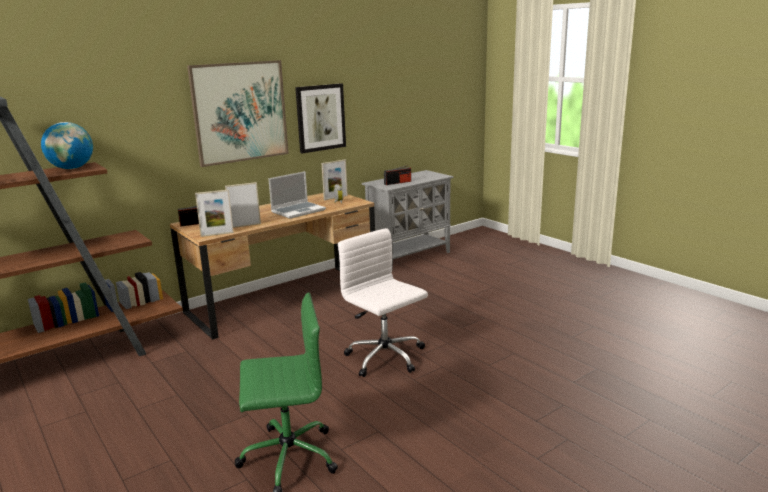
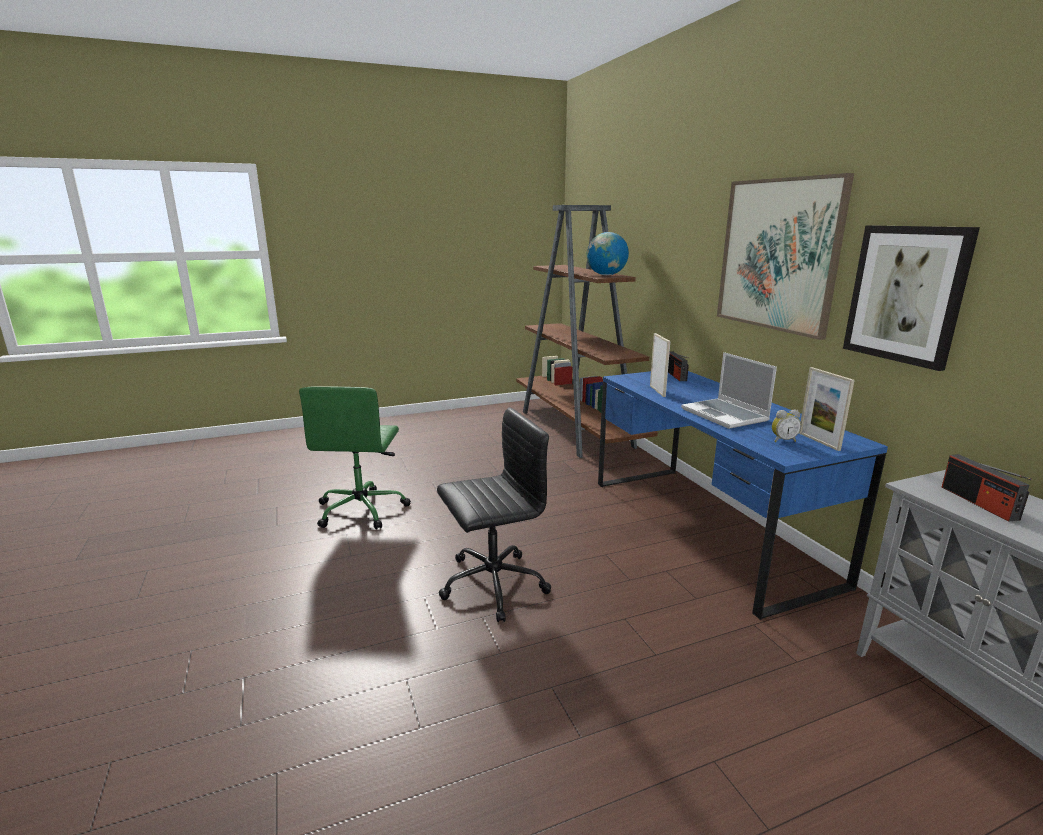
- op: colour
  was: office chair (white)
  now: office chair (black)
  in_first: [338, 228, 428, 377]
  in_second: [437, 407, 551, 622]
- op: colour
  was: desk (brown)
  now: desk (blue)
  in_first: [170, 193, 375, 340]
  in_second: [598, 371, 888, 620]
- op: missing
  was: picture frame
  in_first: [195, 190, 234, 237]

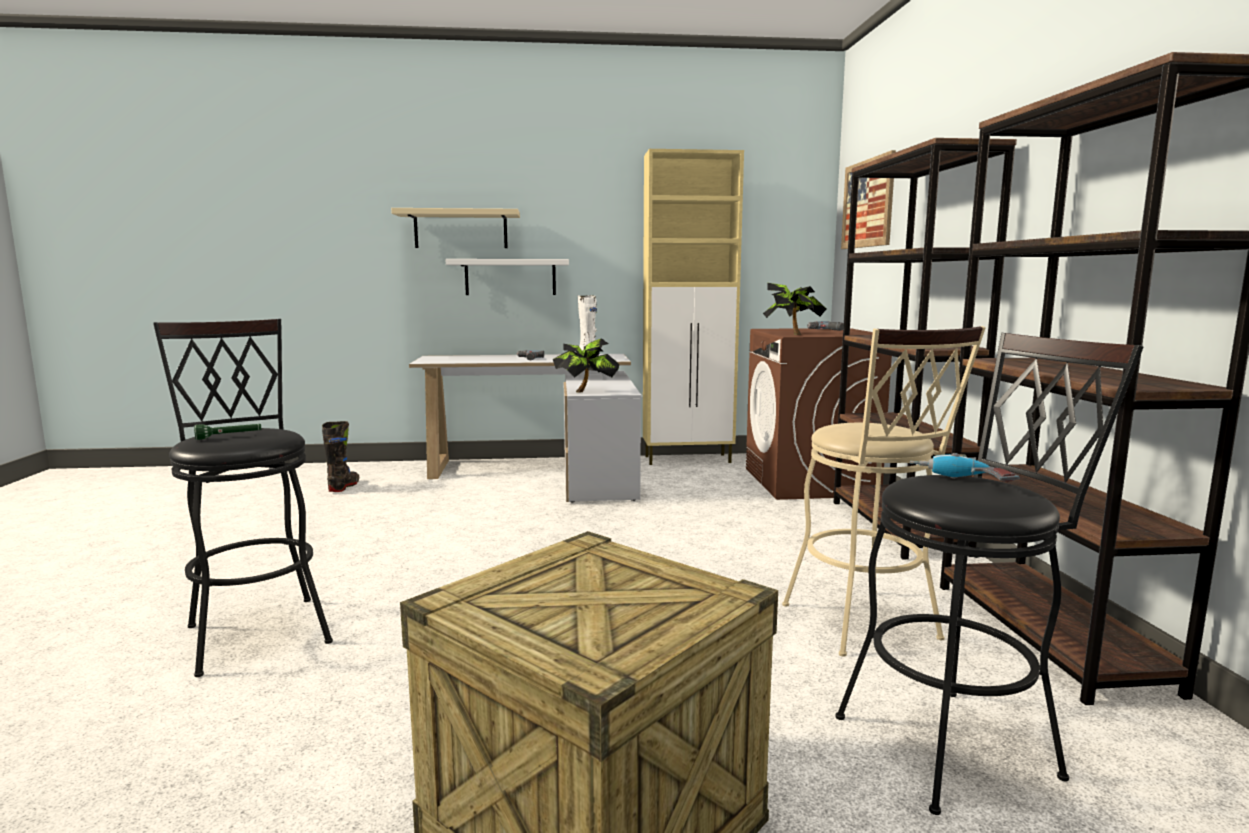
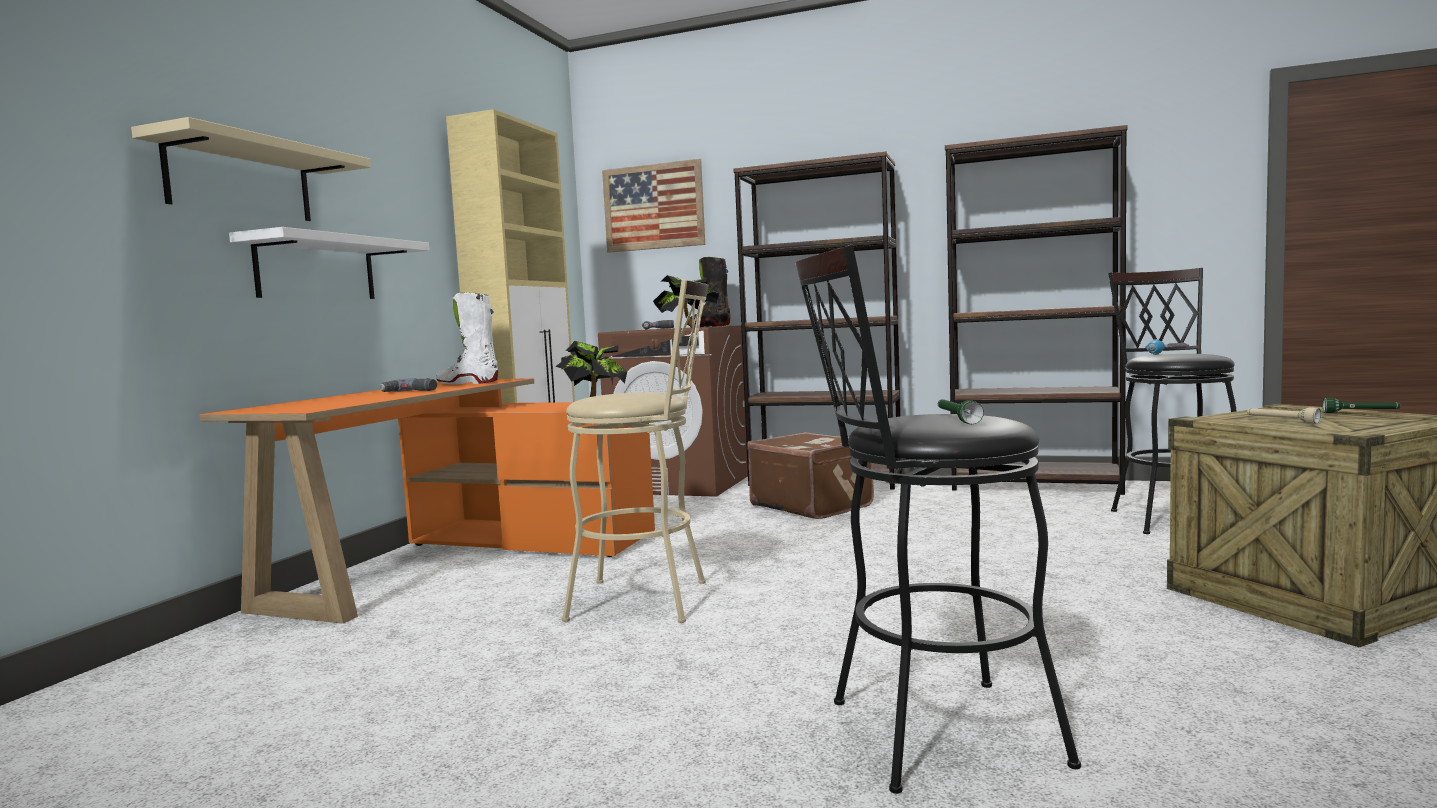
- op: colour
  was: desk (white)
  now: desk (orange)
  in_first: [409, 354, 642, 502]
  in_second: [199, 378, 655, 624]
- op: relocated
  was: stool (beige)
  in_first: [782, 326, 986, 657]
  in_second: [562, 279, 708, 623]
- op: relocated
  was: boot (black)
  in_first: [322, 421, 359, 492]
  in_second: [687, 257, 730, 327]
- op: appeared
  now: suitcase (brown)
  in_second: [747, 432, 874, 519]
- op: appeared
  now: flashlight (beige)
  in_second: [1247, 407, 1322, 424]
- op: appeared
  now: flashlight (green)
  in_second: [1322, 398, 1400, 413]

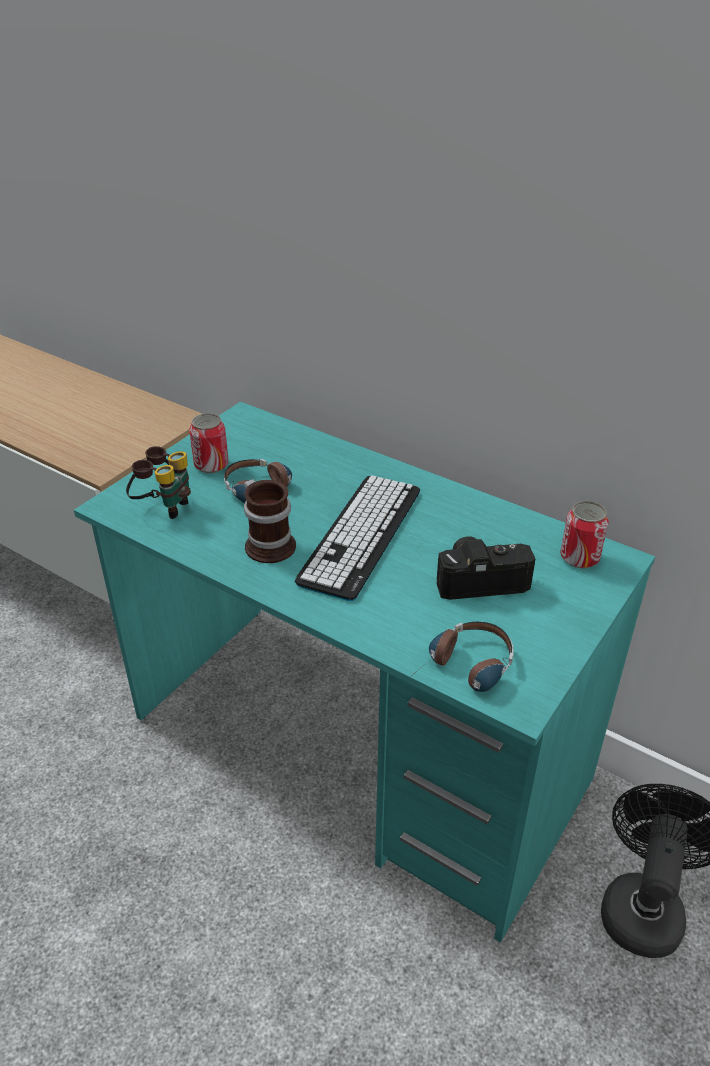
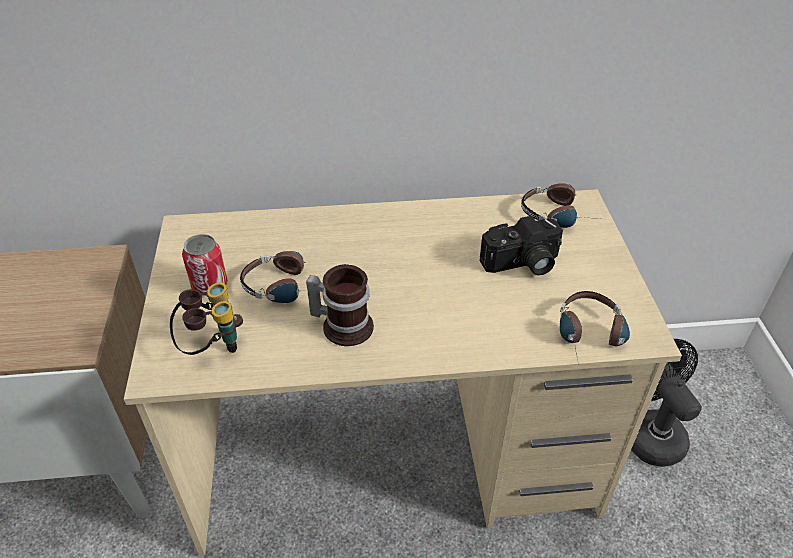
- op: colour
  was: desk (turquoise)
  now: desk (beige)
  in_first: [74, 402, 655, 943]
  in_second: [124, 189, 682, 556]
- op: spun
  was: photo camera
  in_first: [437, 536, 535, 600]
  in_second: [480, 216, 563, 276]
  clockwise: -150
- op: exchanged
  was: can
  now: headphones
  in_first: [560, 501, 609, 568]
  in_second: [521, 184, 604, 228]
- op: missing
  was: keyboard
  in_first: [295, 475, 420, 601]

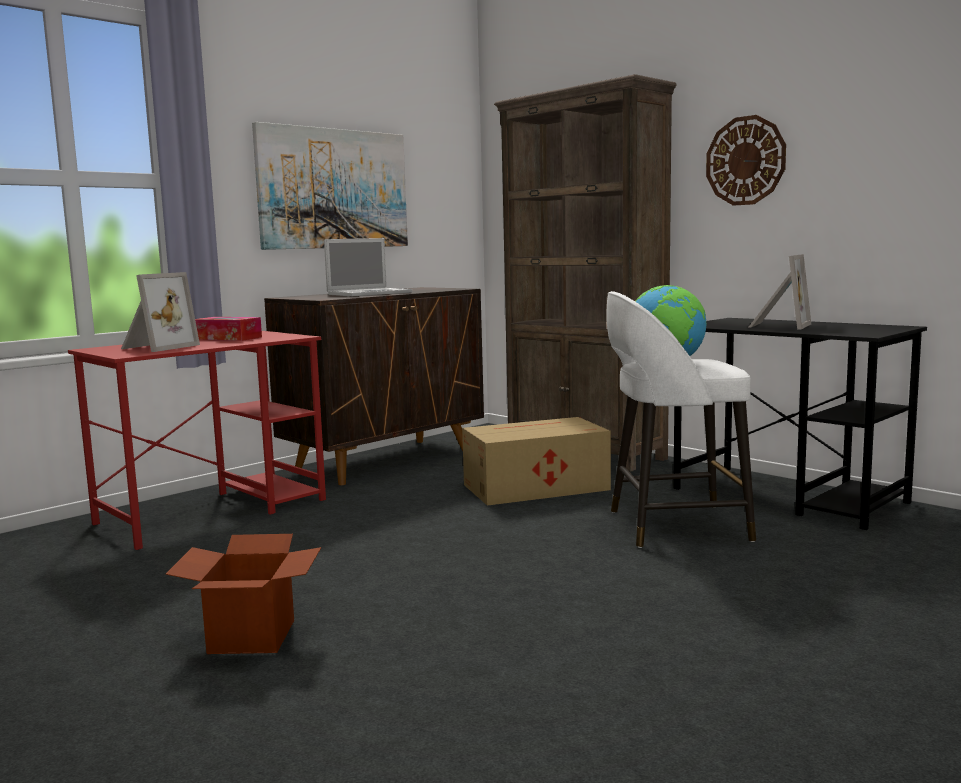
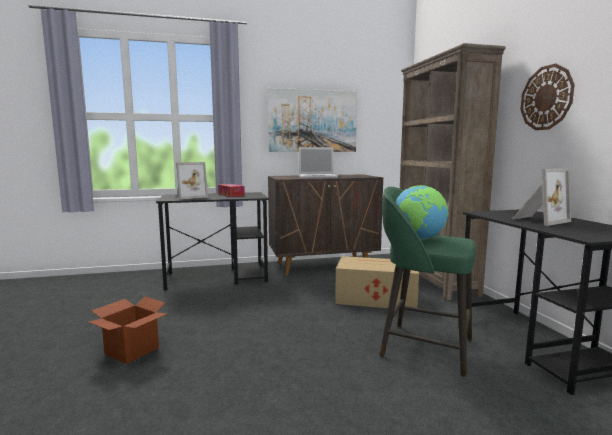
- op: colour
  was: desk (red)
  now: desk (black)
  in_first: [68, 331, 326, 550]
  in_second: [156, 192, 268, 290]
- op: colour
  was: stool (white)
  now: stool (green)
  in_first: [606, 291, 756, 548]
  in_second: [379, 187, 476, 377]

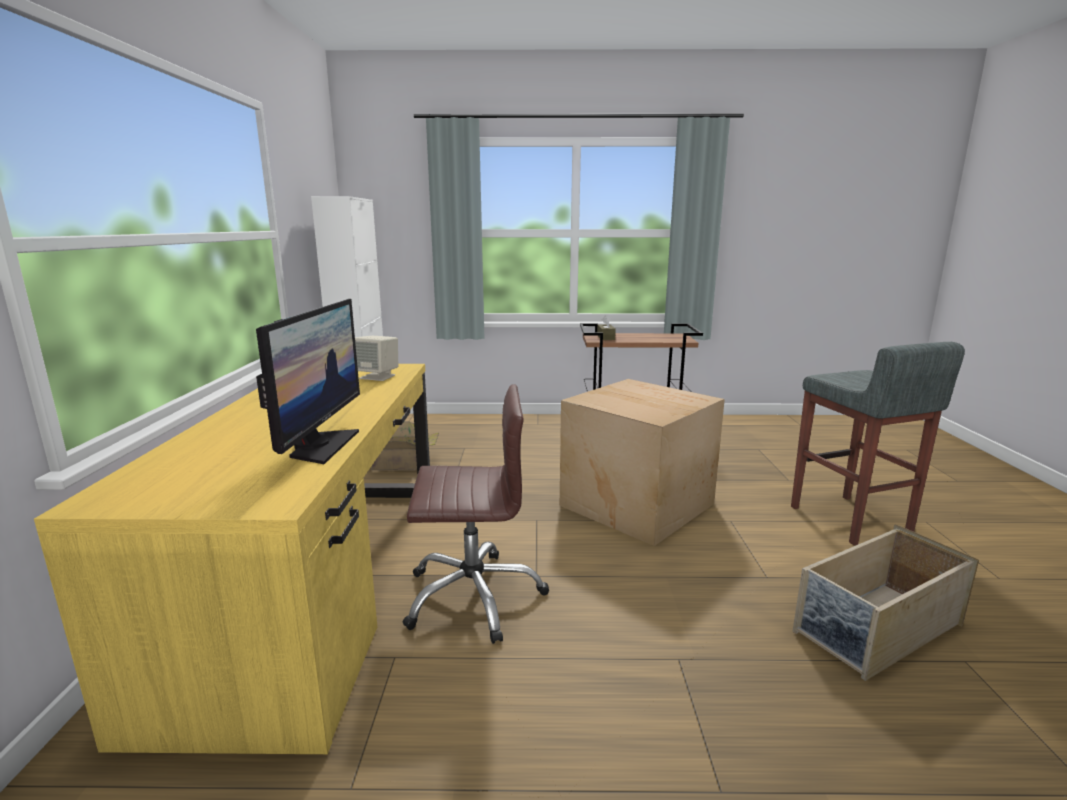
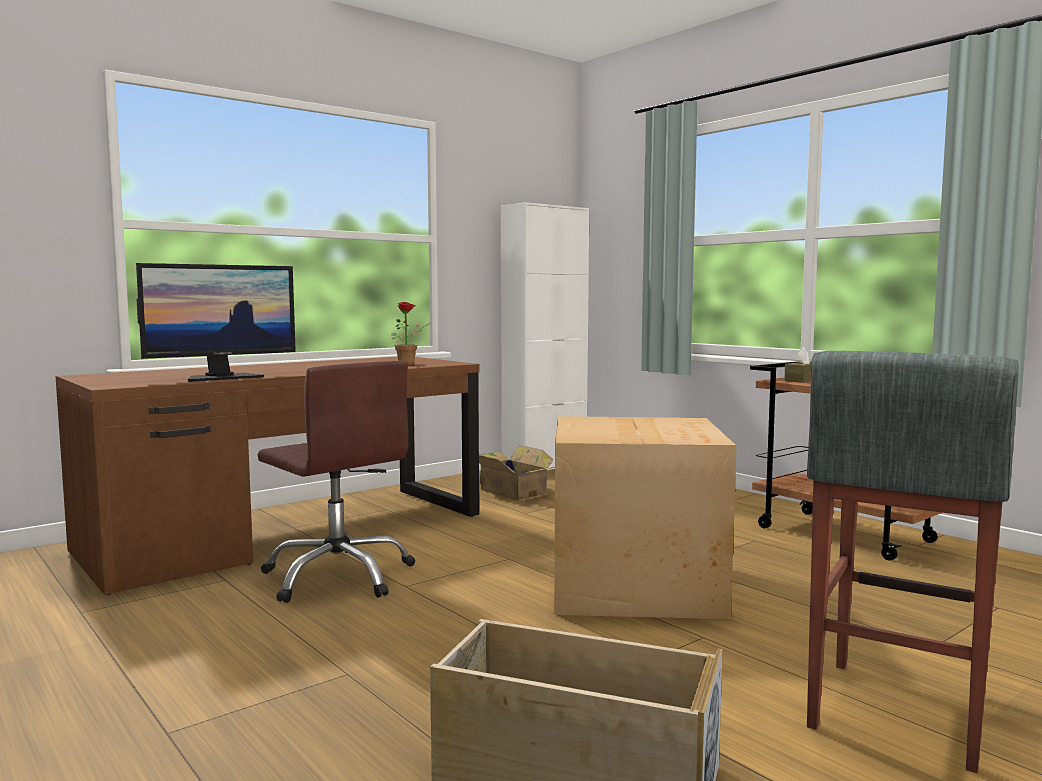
- op: colour
  was: desk (yellow)
  now: desk (brown)
  in_first: [34, 364, 430, 754]
  in_second: [55, 357, 480, 595]
- op: exchanged
  was: speaker (beige)
  now: potted plant
  in_first: [355, 336, 398, 381]
  in_second: [391, 302, 432, 365]

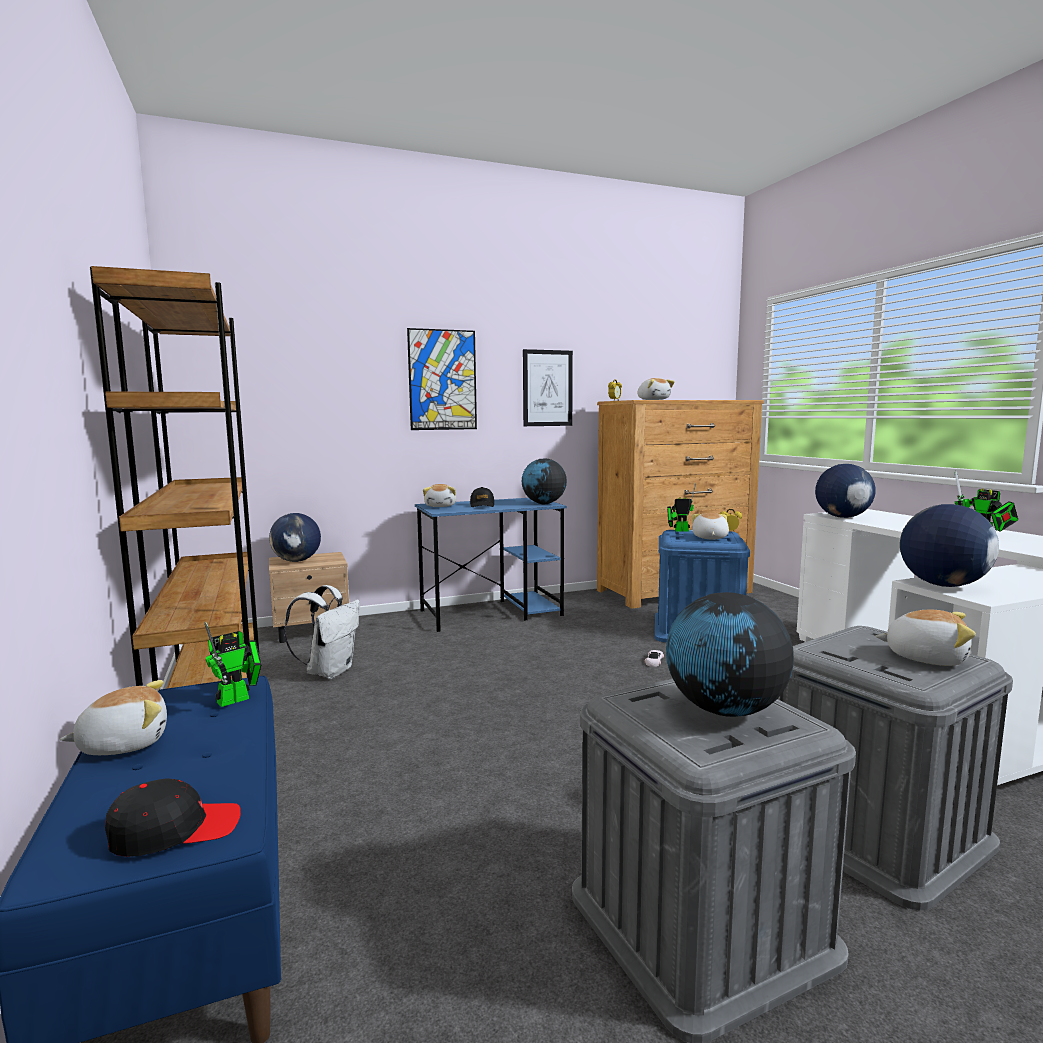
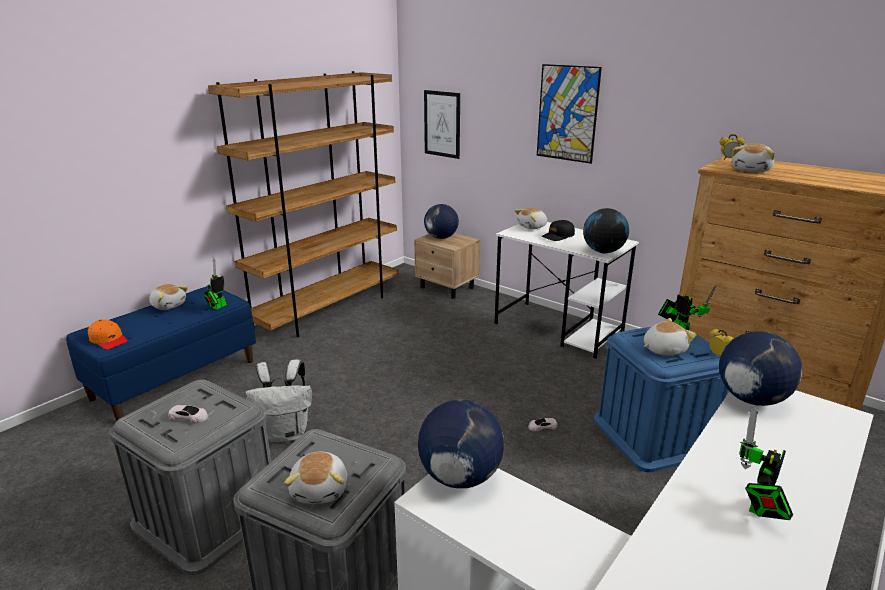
- op: colour
  was: cap (black)
  now: cap (orange)
  in_first: [105, 778, 241, 857]
  in_second: [88, 320, 128, 350]
- op: exchanged
  was: globe
  now: toy car (white)
  in_first: [666, 592, 794, 717]
  in_second: [168, 405, 208, 424]
- op: spun
  was: toy robot
  in_first: [205, 622, 262, 707]
  in_second: [203, 258, 227, 310]
  clockwise: 105
- op: relocated
  was: backpack (white)
  in_first: [284, 585, 360, 679]
  in_second: [246, 359, 312, 443]
- op: relocated
  was: picture
  in_first: [523, 349, 573, 426]
  in_second: [424, 90, 460, 159]
- op: colour
  was: desk (blue)
  now: desk (white)
  in_first: [415, 498, 567, 632]
  in_second: [495, 222, 639, 358]

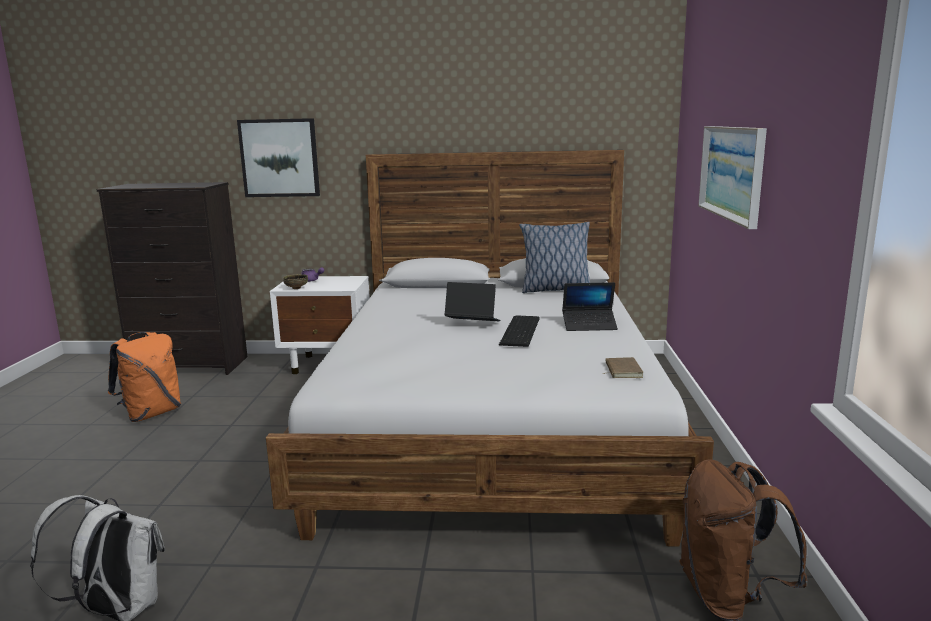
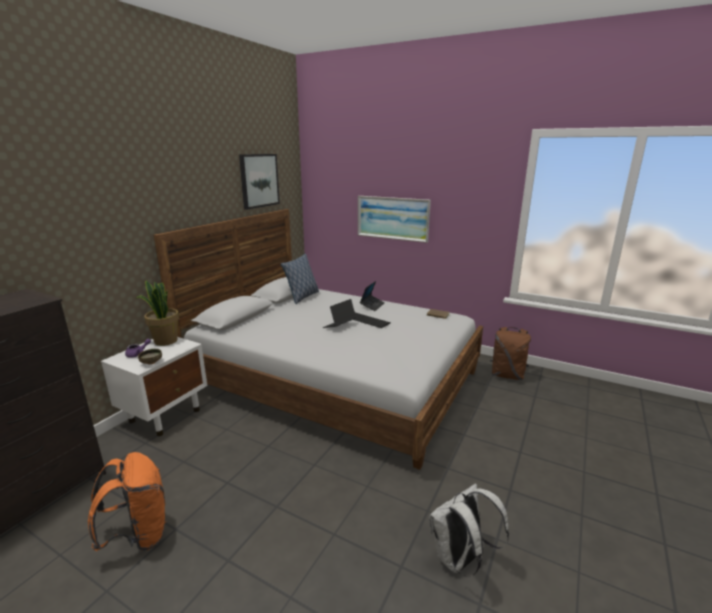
- op: appeared
  now: potted plant
  in_second: [135, 280, 179, 346]
- op: relocated
  was: picture
  in_first: [237, 118, 320, 197]
  in_second: [239, 154, 280, 210]

